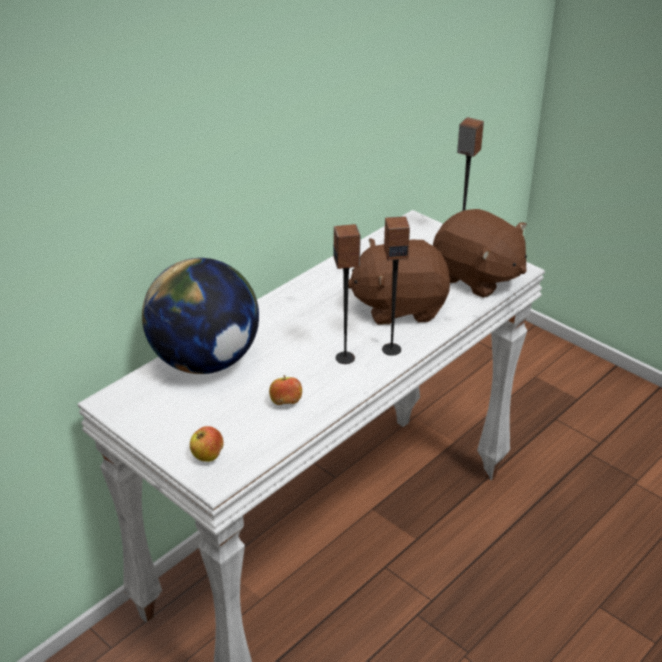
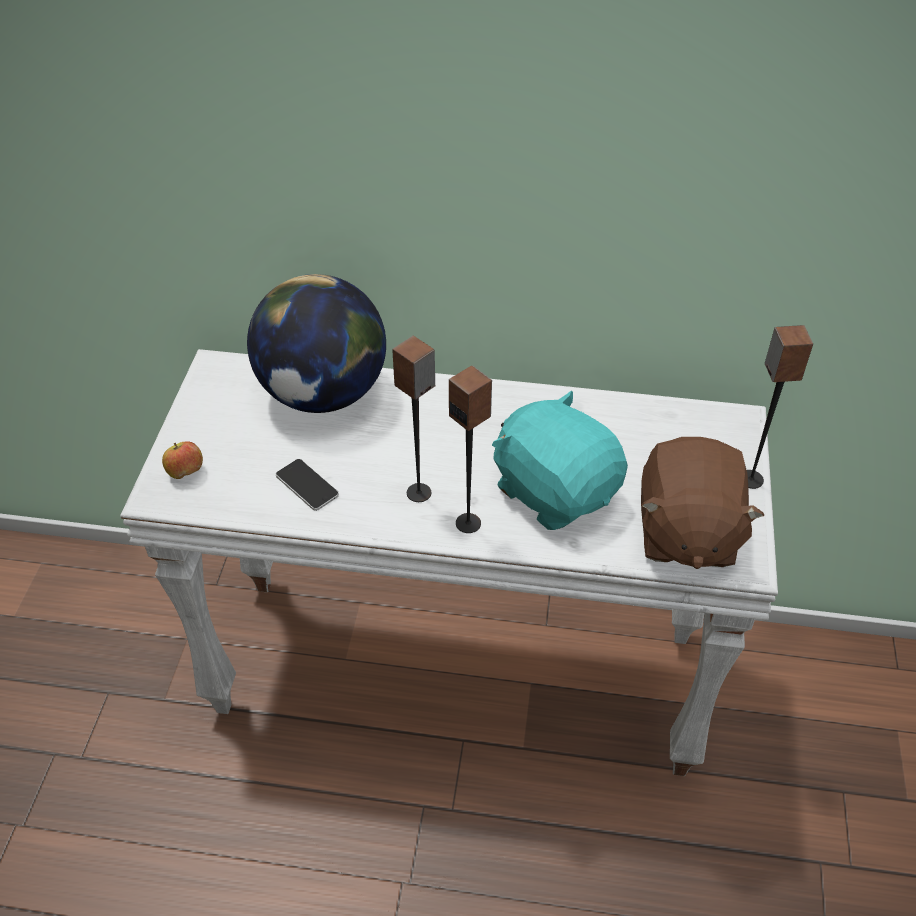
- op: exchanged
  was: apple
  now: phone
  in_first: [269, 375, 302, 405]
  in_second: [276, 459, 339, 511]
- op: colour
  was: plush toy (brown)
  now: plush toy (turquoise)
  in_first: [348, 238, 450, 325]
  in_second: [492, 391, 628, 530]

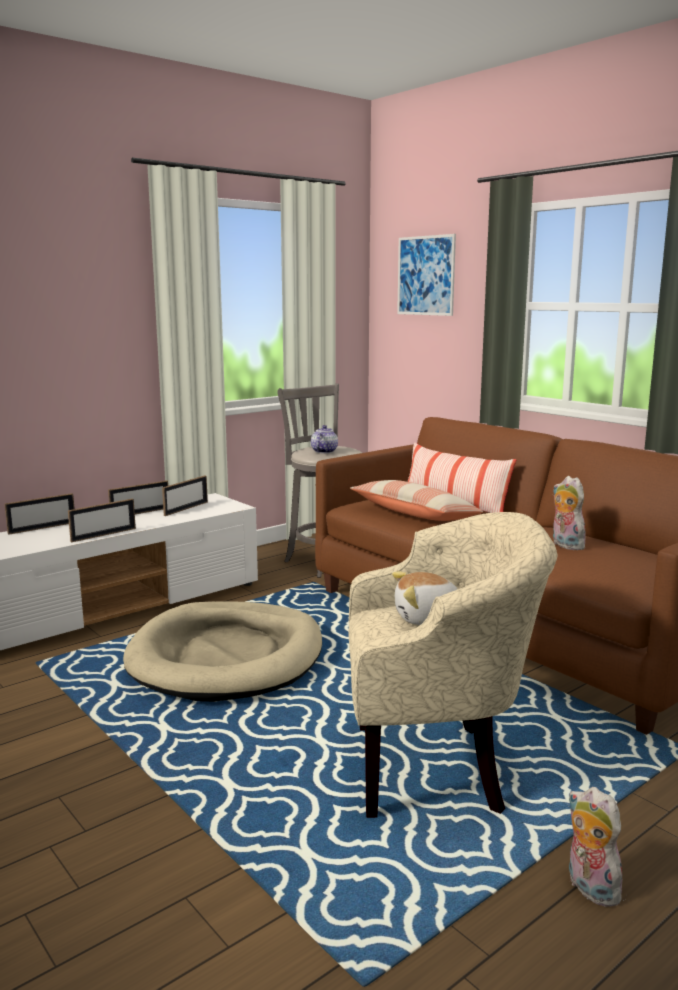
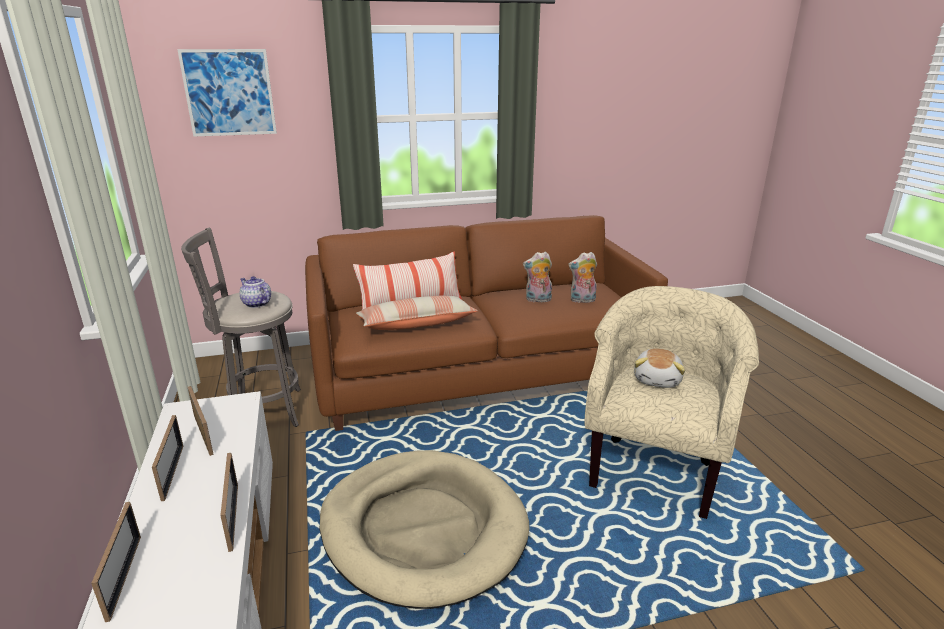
- op: relocated
  was: plush toy
  in_first: [568, 787, 624, 907]
  in_second: [568, 252, 597, 303]

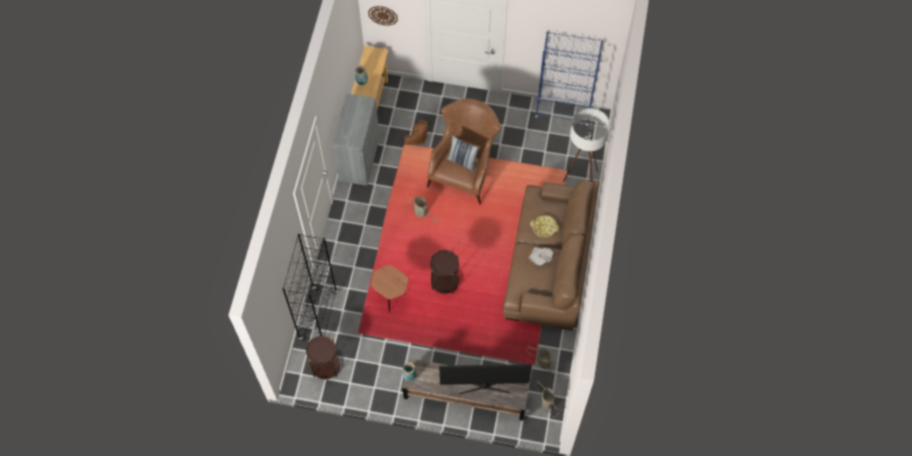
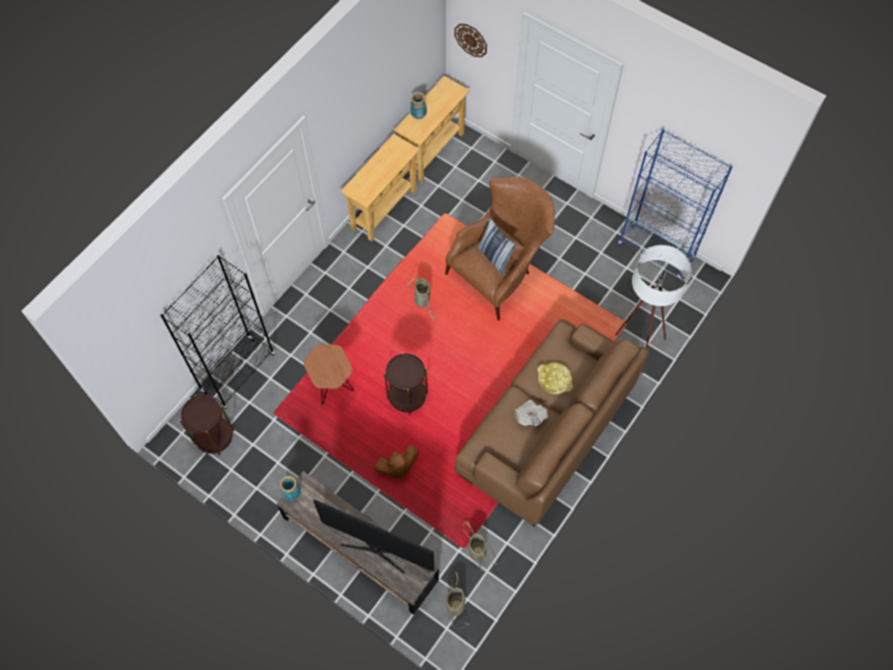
- op: exchanged
  was: cabinet (grey)
  now: console table (beige)
  in_first: [332, 93, 380, 186]
  in_second: [340, 134, 420, 242]
- op: relocated
  was: plush toy (brown)
  in_first: [404, 120, 428, 145]
  in_second: [374, 445, 419, 480]

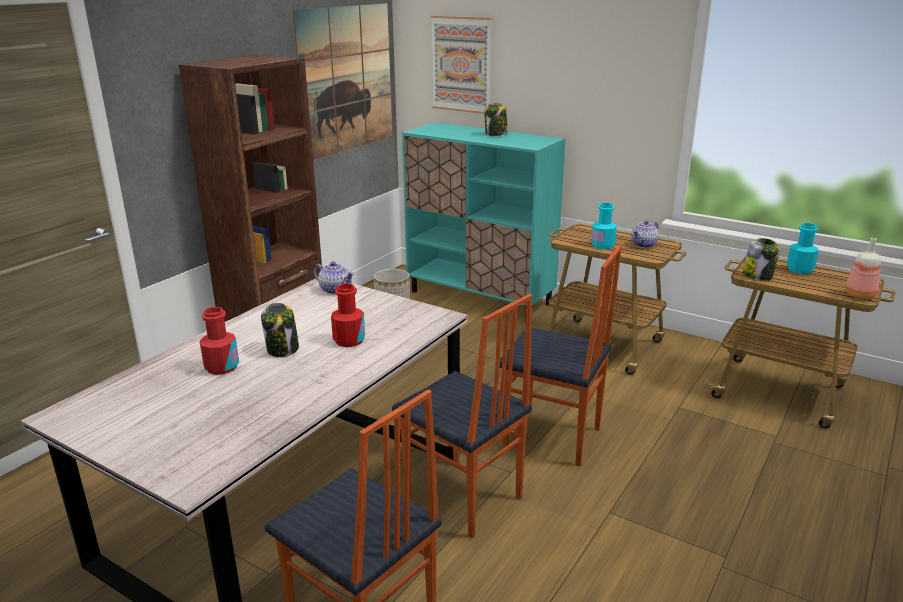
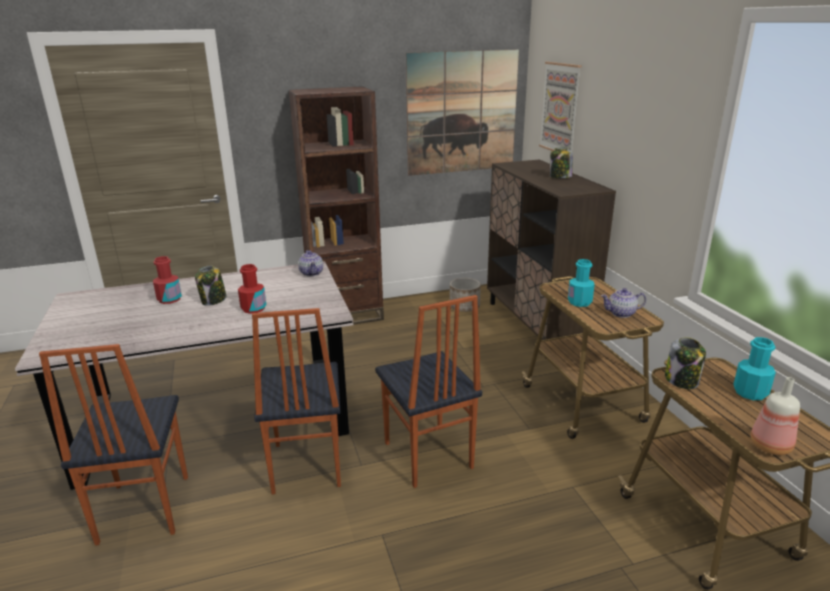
- op: colour
  was: cabinet (turquoise)
  now: cabinet (brown)
  in_first: [402, 122, 566, 313]
  in_second: [487, 160, 616, 359]

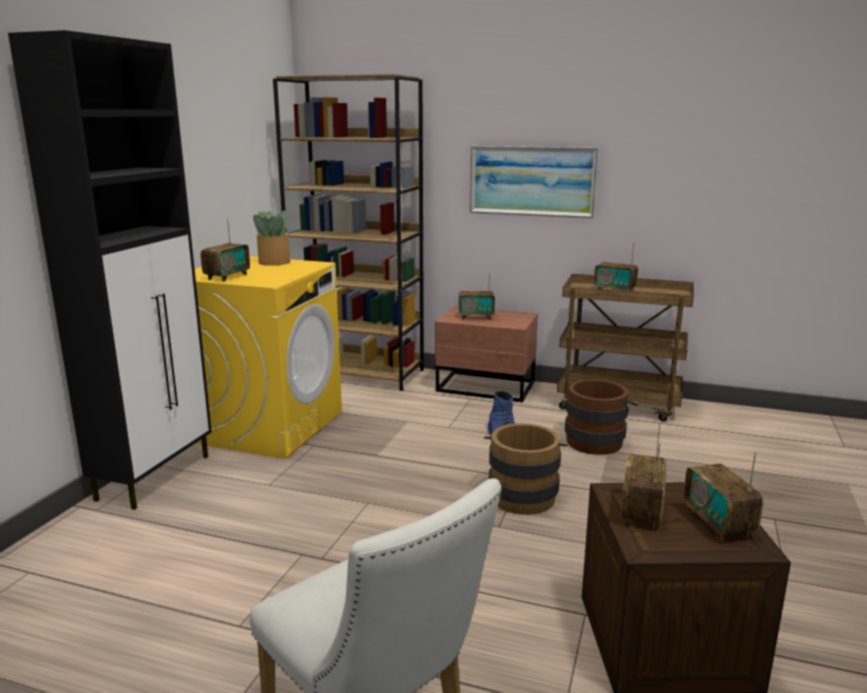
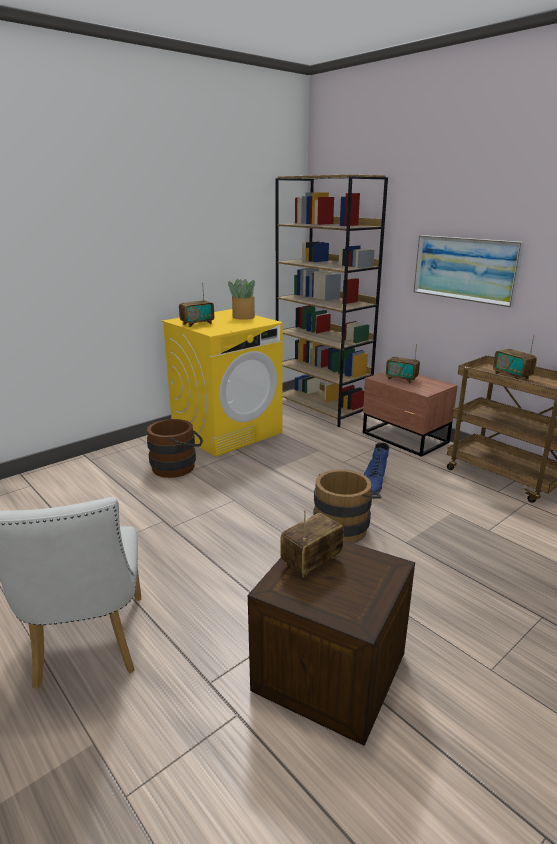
- op: relocated
  was: bucket (brown)
  in_first: [565, 379, 638, 455]
  in_second: [147, 419, 203, 478]
- op: missing
  was: cabinet (black)
  in_first: [8, 30, 212, 510]
- op: missing
  was: radio
  in_first: [683, 451, 763, 542]

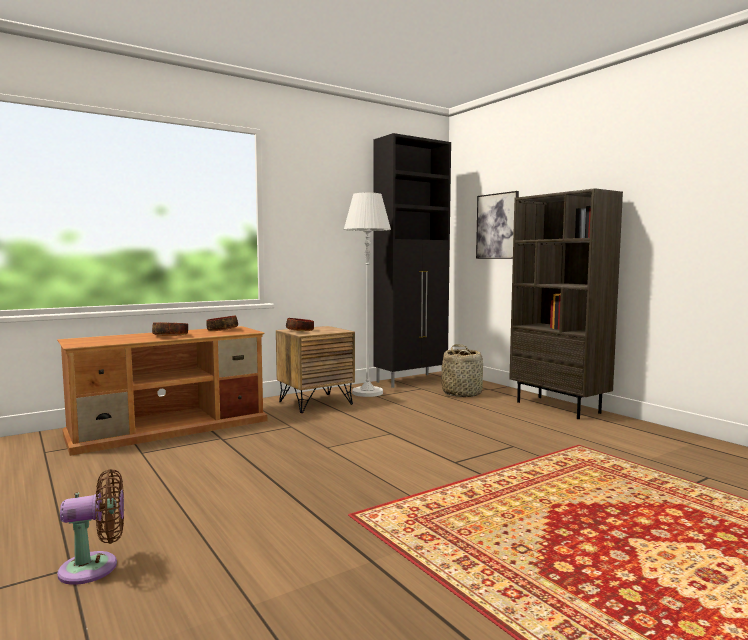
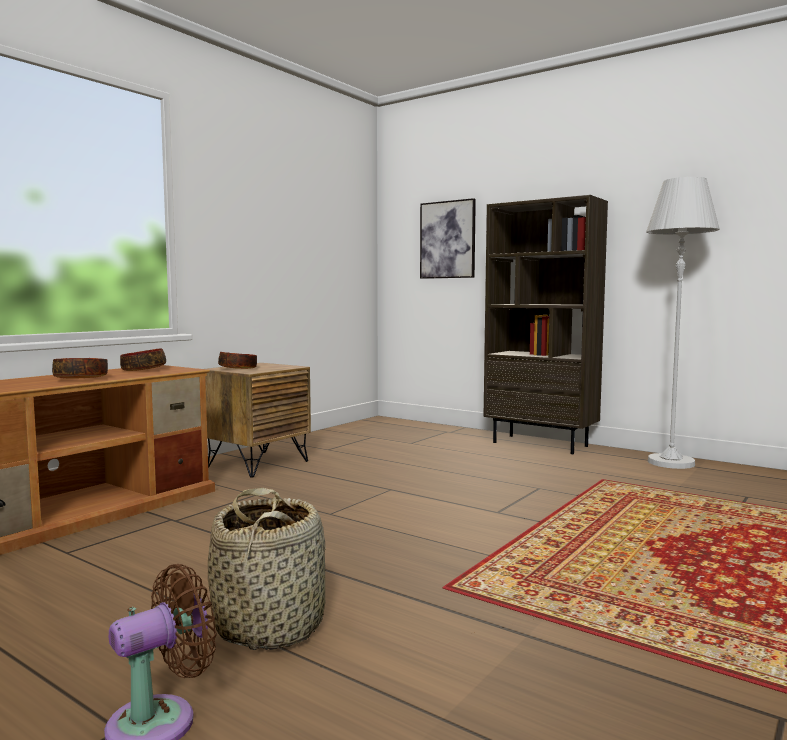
- op: relocated
  was: basket
  in_first: [442, 344, 483, 397]
  in_second: [208, 488, 326, 650]
- op: relocated
  was: floor lamp (white)
  in_first: [344, 193, 391, 397]
  in_second: [646, 177, 720, 469]
- op: missing
  was: cabinet (black)
  in_first: [374, 133, 451, 388]

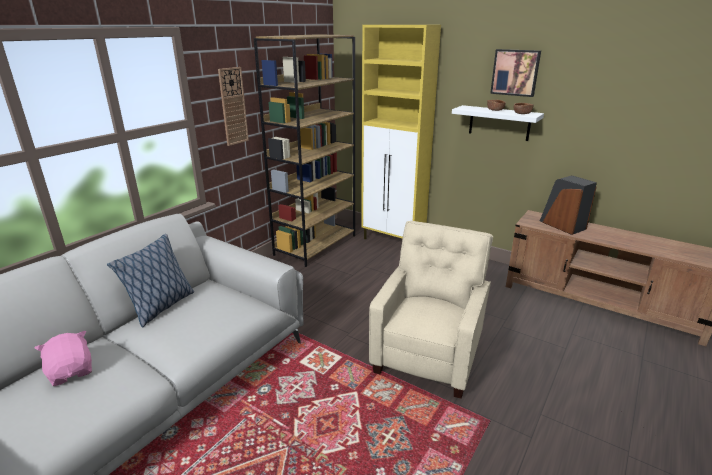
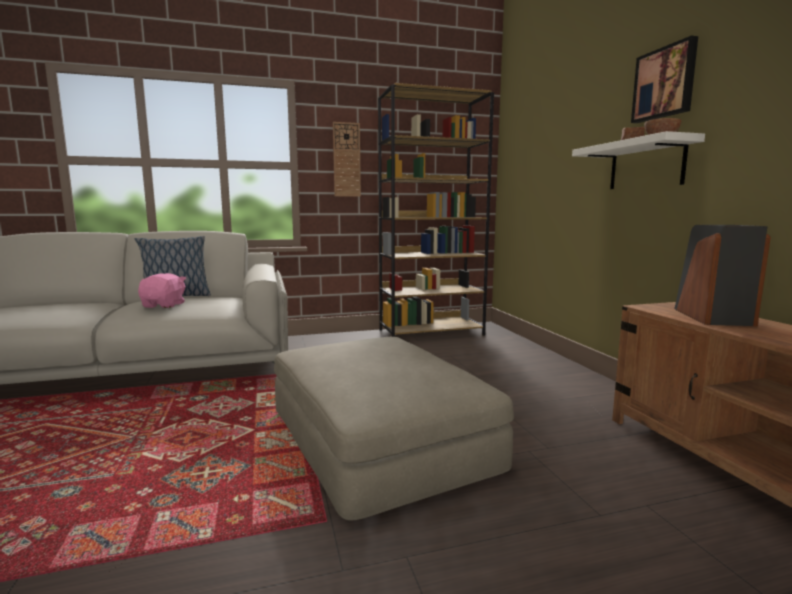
- op: relocated
  was: plush toy (pink)
  in_first: [35, 331, 92, 386]
  in_second: [138, 273, 186, 308]
- op: exchanged
  was: armchair (beige)
  now: ottoman (beige)
  in_first: [369, 221, 493, 399]
  in_second: [274, 337, 514, 521]
- op: missing
  was: cabinet (yellow)
  in_first: [361, 25, 441, 239]

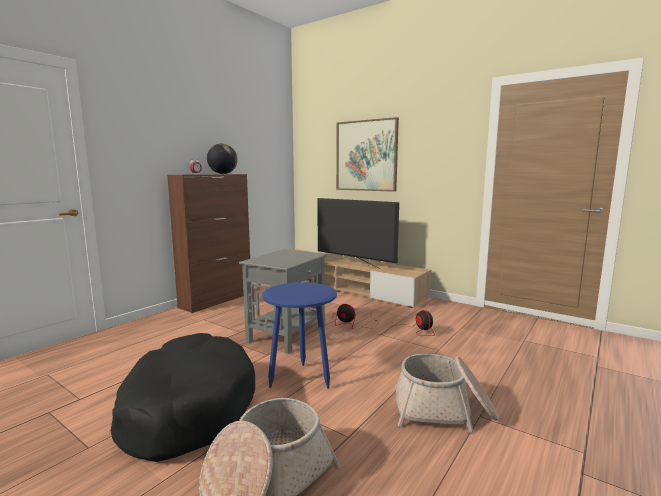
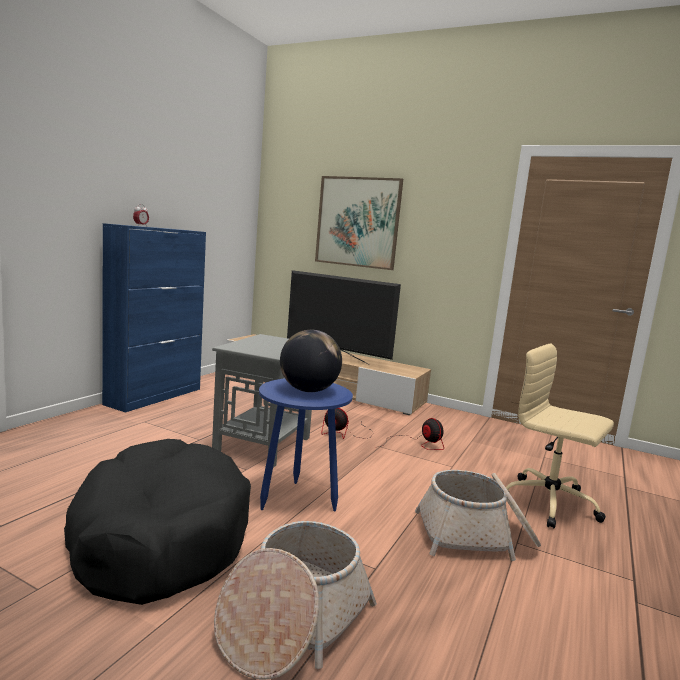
- op: colour
  was: cabinet (brown)
  now: cabinet (blue)
  in_first: [167, 174, 250, 313]
  in_second: [102, 223, 206, 413]
- op: relocated
  was: globe
  in_first: [207, 144, 238, 174]
  in_second: [280, 330, 342, 392]
- op: appeared
  now: office chair (beige)
  in_second: [506, 343, 614, 529]

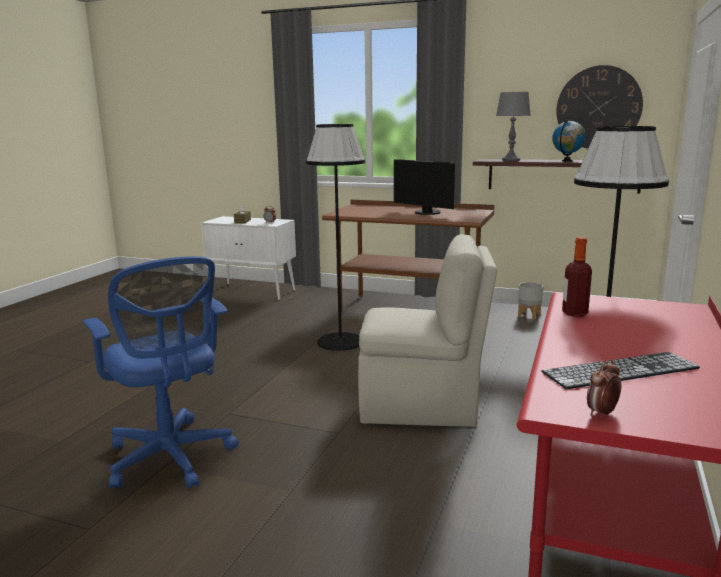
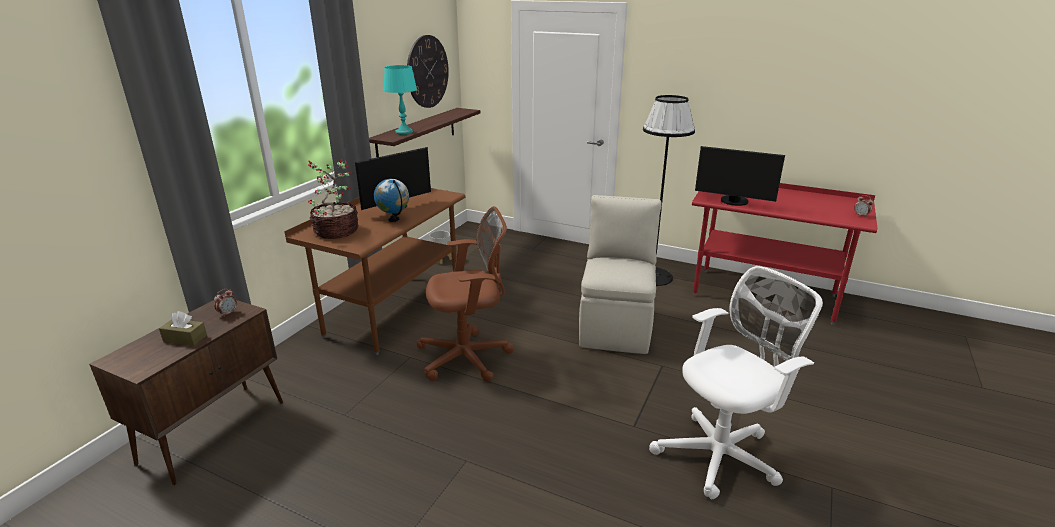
- op: colour
  was: cabinet (white)
  now: cabinet (brown)
  in_first: [201, 216, 296, 300]
  in_second: [89, 300, 283, 485]
- op: appeared
  now: potted plant
  in_second: [308, 159, 358, 239]
- op: relocated
  was: globe
  in_first: [552, 120, 586, 162]
  in_second: [374, 179, 409, 222]
- op: colour
  was: table lamp (grey)
  now: table lamp (turquoise)
  in_first: [496, 92, 531, 161]
  in_second: [383, 65, 417, 135]
- op: exchanged
  was: floor lamp (black)
  now: office chair (brown)
  in_first: [306, 124, 365, 351]
  in_second: [417, 206, 514, 382]
- op: colour
  was: office chair (blue)
  now: office chair (white)
  in_first: [83, 256, 239, 489]
  in_second: [649, 266, 823, 499]
- op: exchanged
  was: bottle
  now: monitor
  in_first: [562, 237, 592, 317]
  in_second: [695, 146, 785, 206]
- op: missing
  was: keyboard
  in_first: [541, 352, 700, 389]

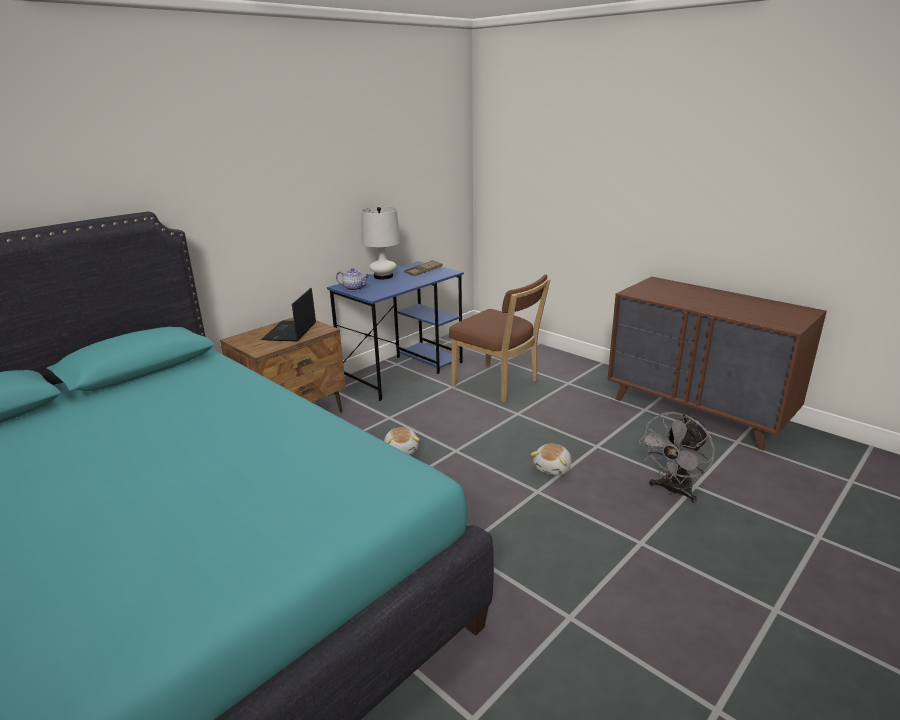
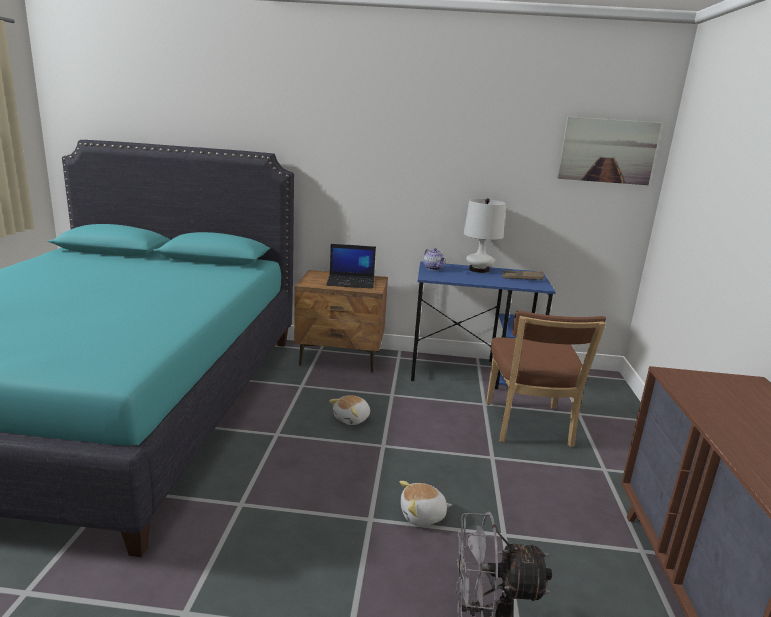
- op: spun
  was: laptop
  in_first: [261, 288, 316, 342]
  in_second: [326, 244, 376, 289]
  clockwise: -150
- op: appeared
  now: picture
  in_second: [557, 117, 662, 185]

